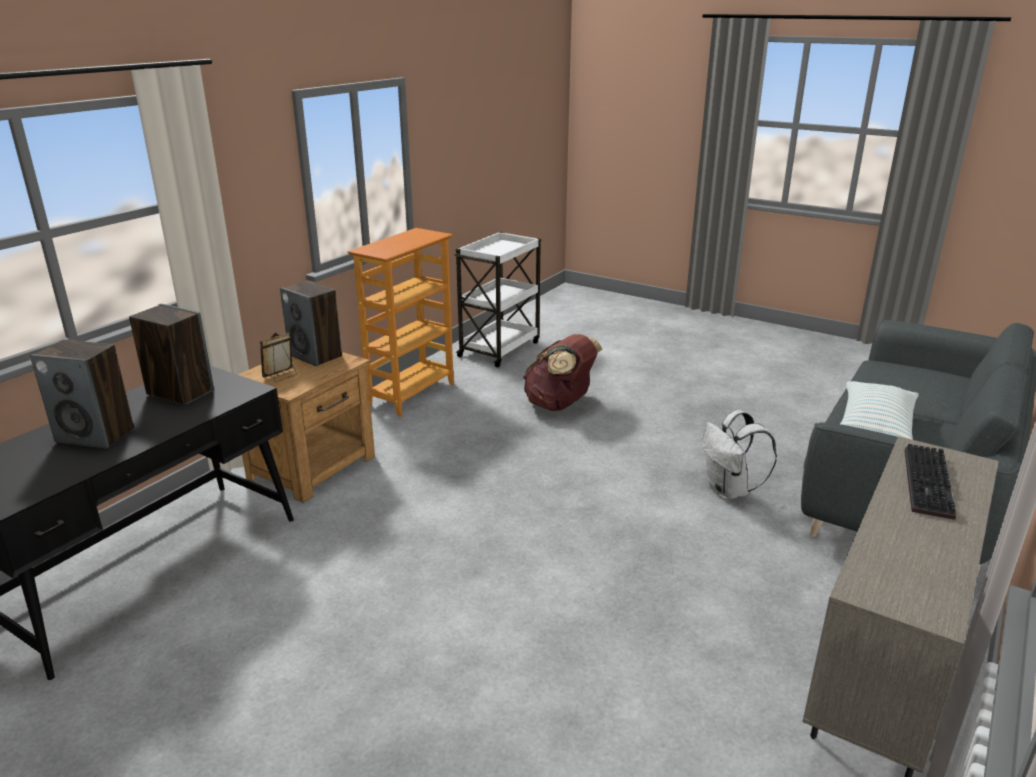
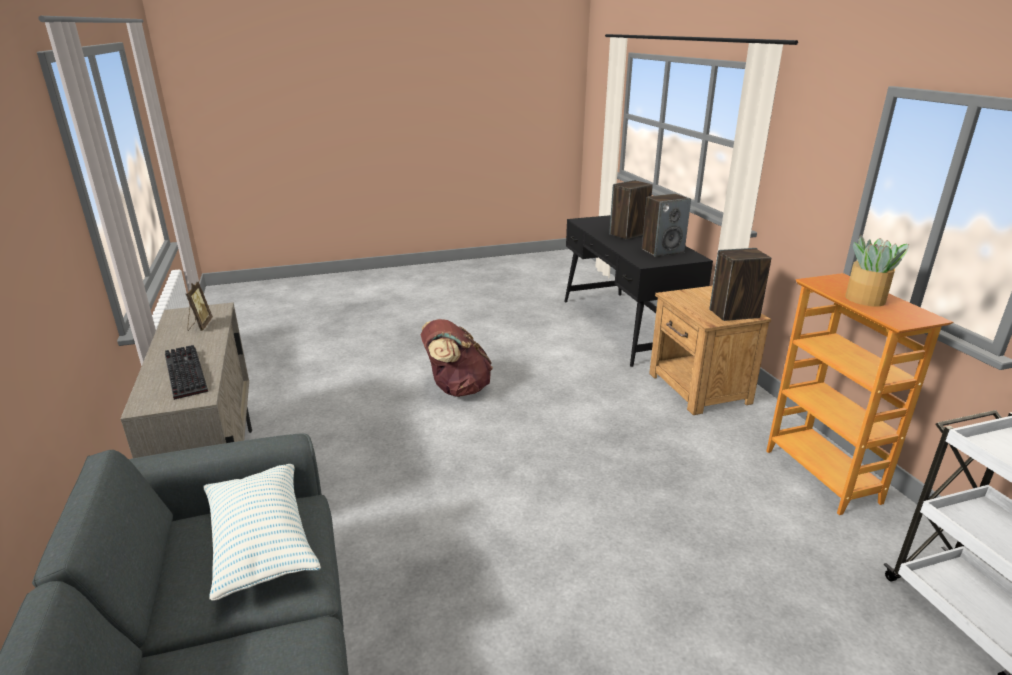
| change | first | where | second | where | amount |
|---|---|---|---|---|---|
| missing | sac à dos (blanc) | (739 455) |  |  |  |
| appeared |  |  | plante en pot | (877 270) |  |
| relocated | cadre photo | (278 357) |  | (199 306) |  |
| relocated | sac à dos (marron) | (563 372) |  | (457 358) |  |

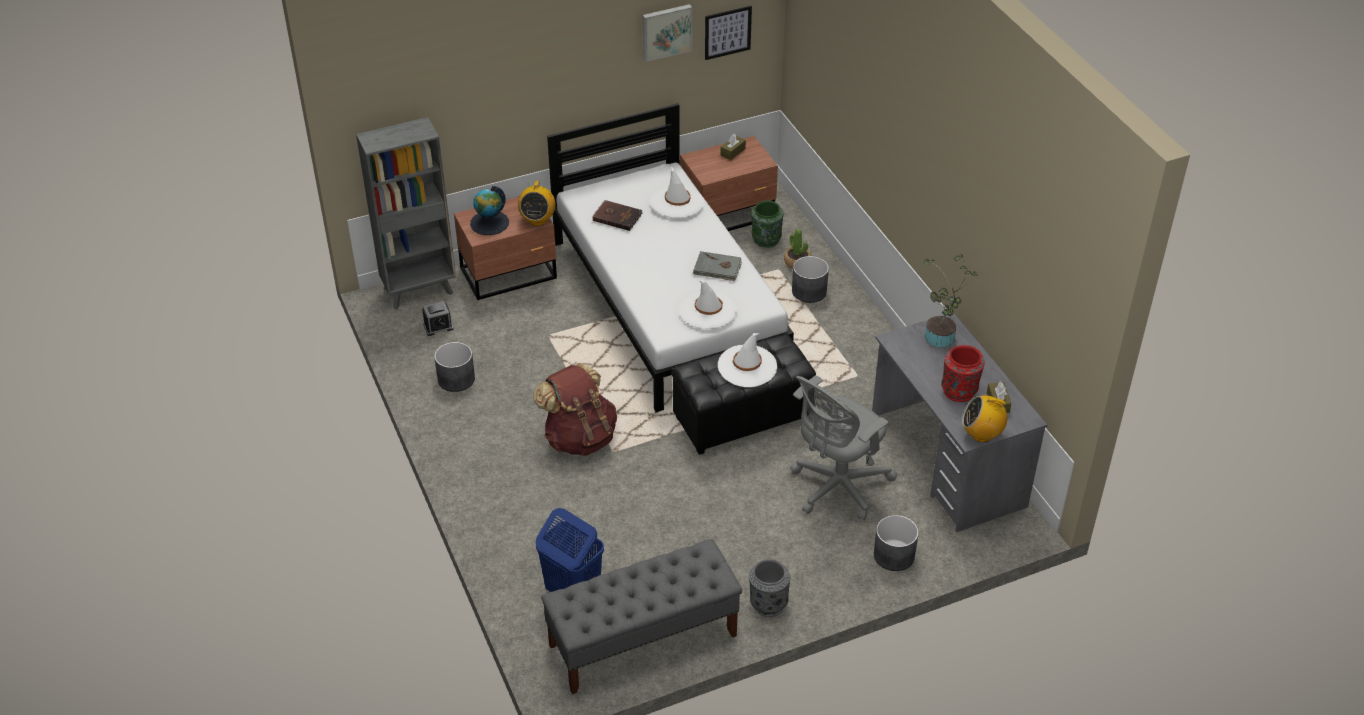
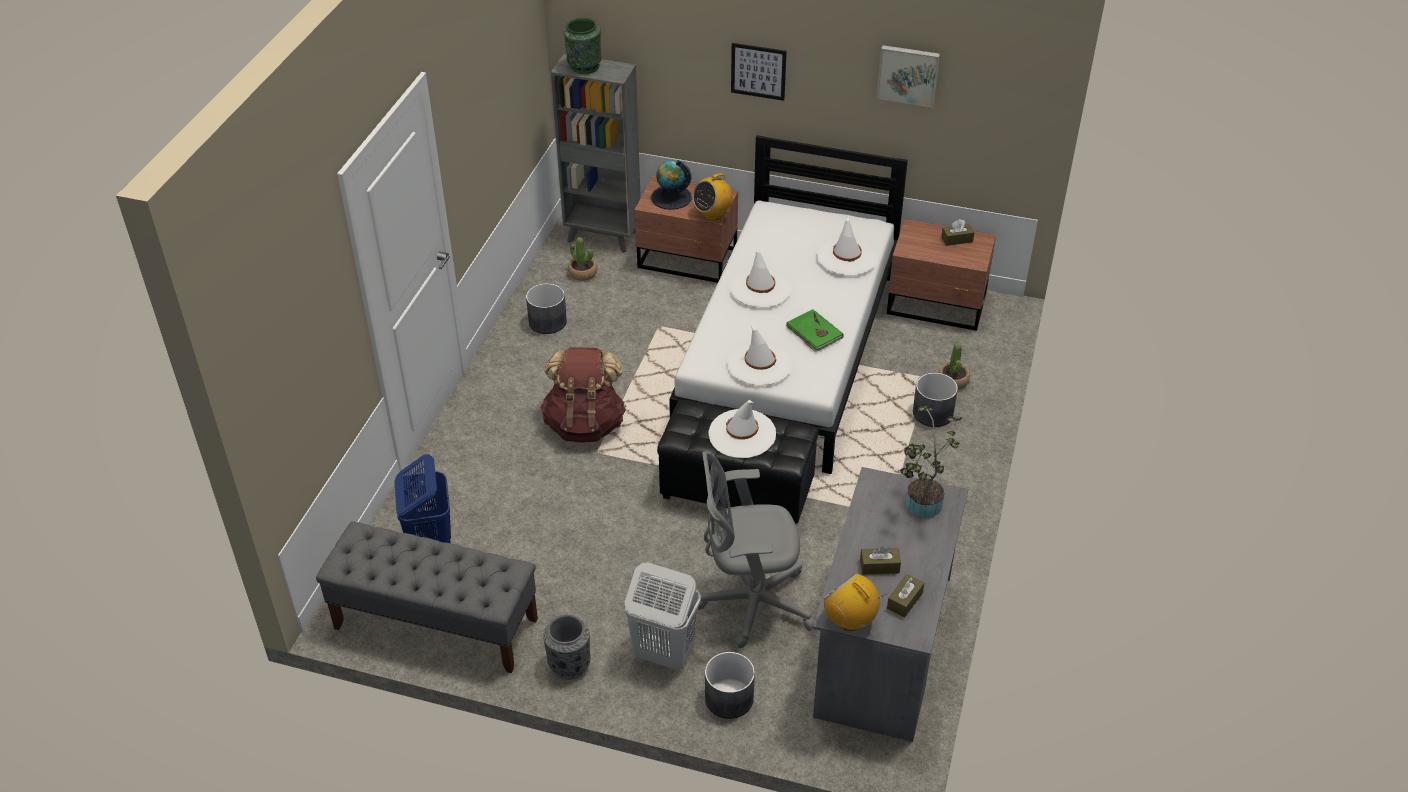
| change | first | where | second | where | amount |
|---|---|---|---|---|---|
| missing | livre (marron) | (617 215) |  |  |  |
| appeared |  |  | panier à linge (blanc) | (663 616) |  |
| appeared |  |  | chapeau (blanc) | (760 277) |  |
| relocated | tableau | (728 33) |  | (759 72) |  |
| relocated | vase (vert) | (767 224) |  | (582 46) |  |
| exchanged | réveil | (437 318) | plante en pot | (583 259) |  |
| exchanged | vase (rouge) | (963 373) | boîte à mouchoirs (marron) | (880 560) |  |
| colour | livre (gris) | (717 266) | livre (vert) | (815 330) |  |

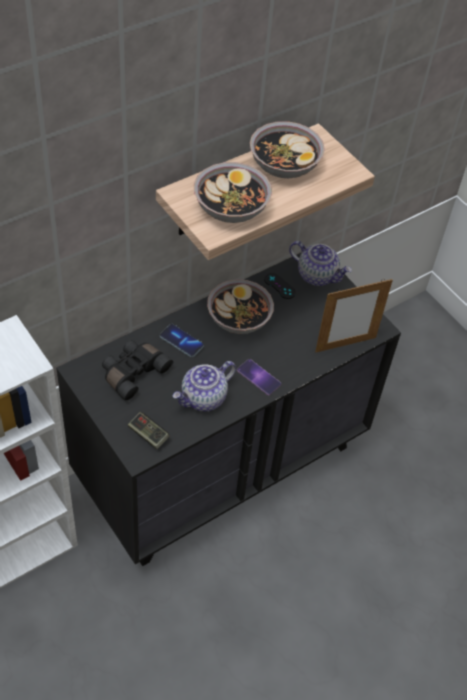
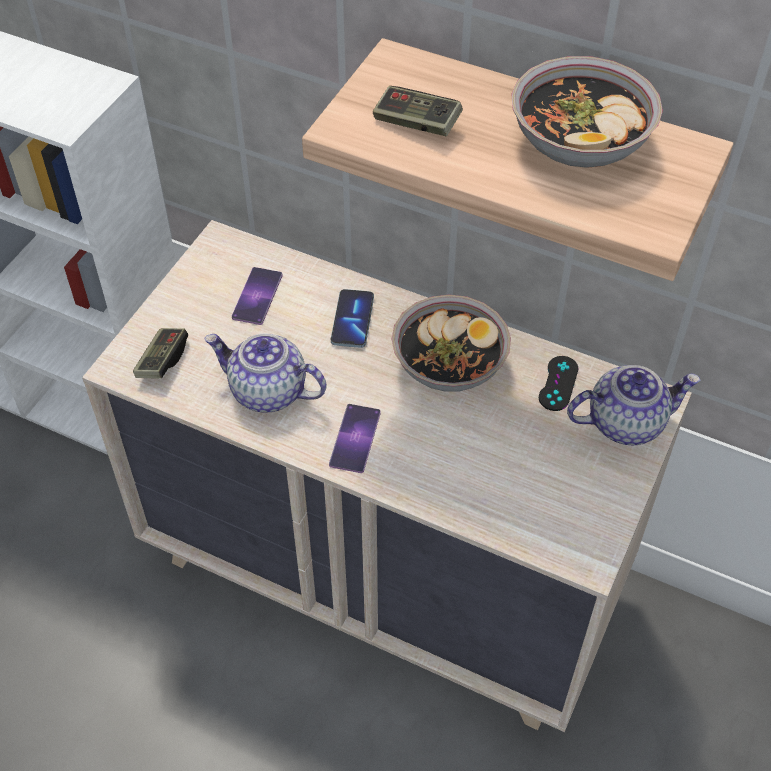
| change | first | where | second | where | amount |
|---|---|---|---|---|---|
| missing | cadre photo | (354 315) |  |  |  |
| exchanged | jumelles (noir) | (137 370) | téléphone | (257 296) |  |
| exchanged | bol | (233 192) | manette | (418 111) |  |
| colour | commode (noir) | (228 409) | commode (beige) | (387 476) |  |
| spun | théière | (320 263) |  | (634 405) | 105 degrees counterclockwise |

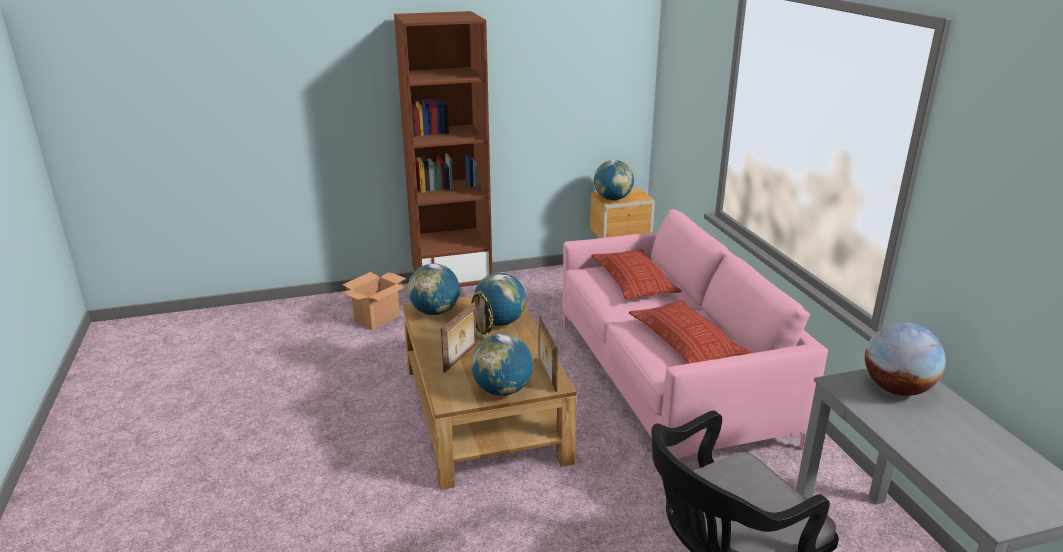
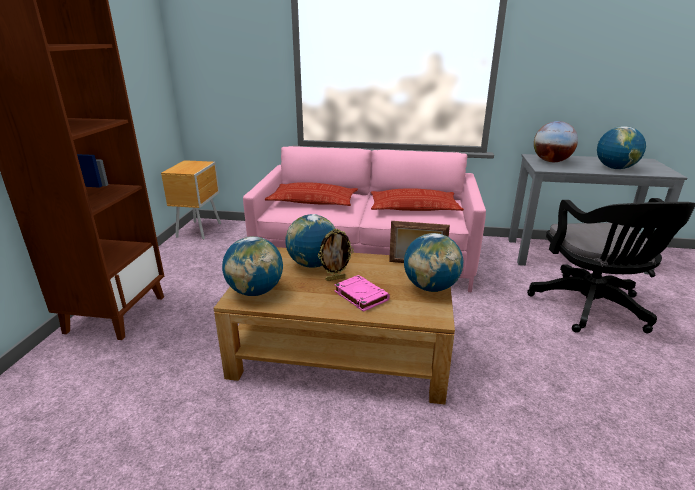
| change | first | where | second | where | amount |
|---|---|---|---|---|---|
| missing | carton | (373 301) |  |  |  |
| relocated | globe | (614 180) |  | (621 147) |  |
| exchanged | cadre photo | (458 337) | livre (rose) | (362 293) |  |

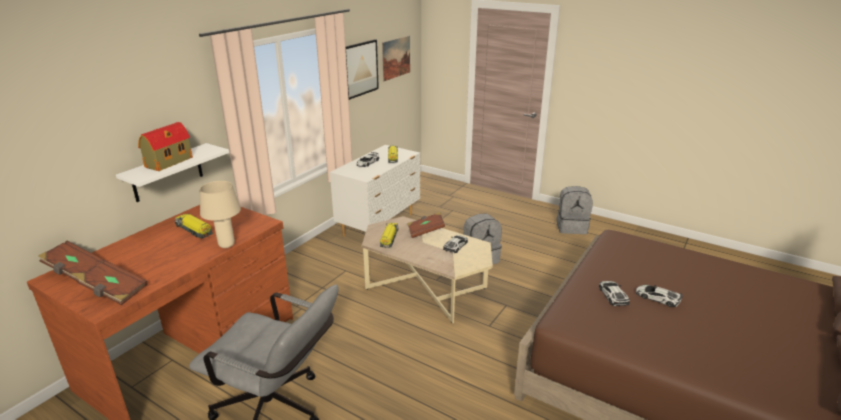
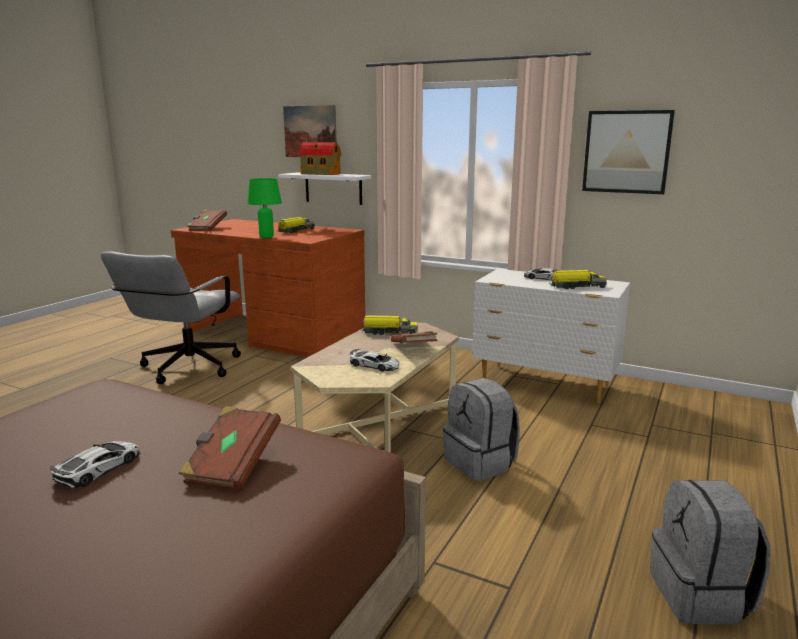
| change | first | where | second | where | amount |
|---|---|---|---|---|---|
| missing | petite voiture | (614 293) |  |  |  |
| relocated | livre (marron) | (70 261) |  | (230 448) |  |
| relocated | tableau | (396 58) |  | (309 131) |  |
| colour | lampe de table (beige) | (220 214) | lampe de table (vert) | (264 208) |  |

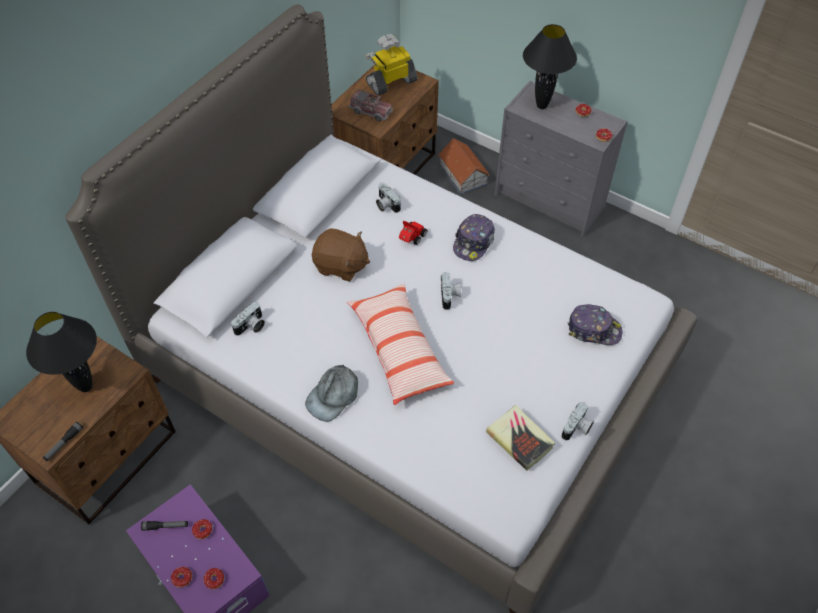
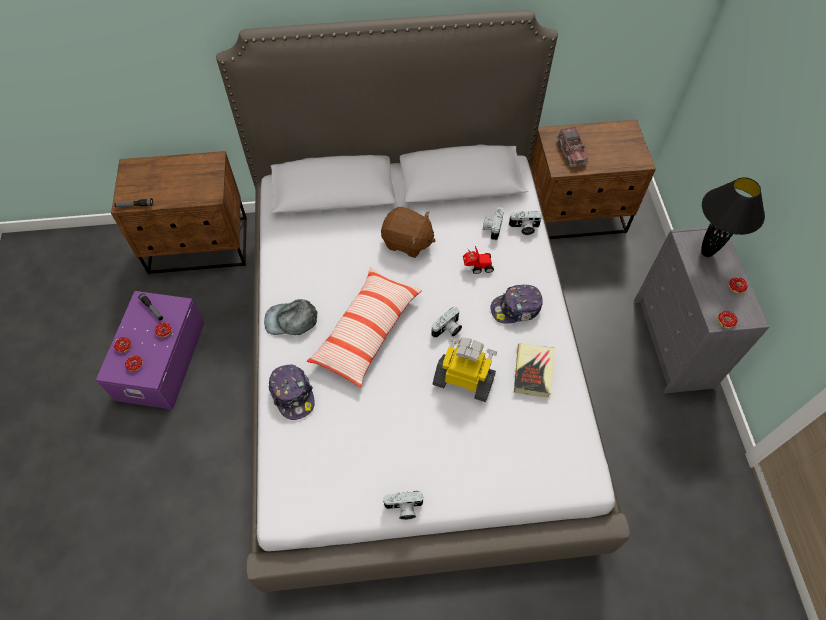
| change | first | where | second | where | amount |
|---|---|---|---|---|---|
| missing | lampe de table (noir) | (61 352) |  |  |  |
| missing | maison miniature | (464 166) |  |  |  |
| relocated | appareil photo | (248 319) |  | (525 223) |  |
| relocated | robot jouet | (391 64) |  | (465 369) |  |
| relocated | livre | (520 438) |  | (534 370) |  |
| relocated | casquette | (595 324) |  | (292 392) |  |
| spun | peluche (marron) | (341 255) |  | (408 232) | 45 degrees counterclockwise |

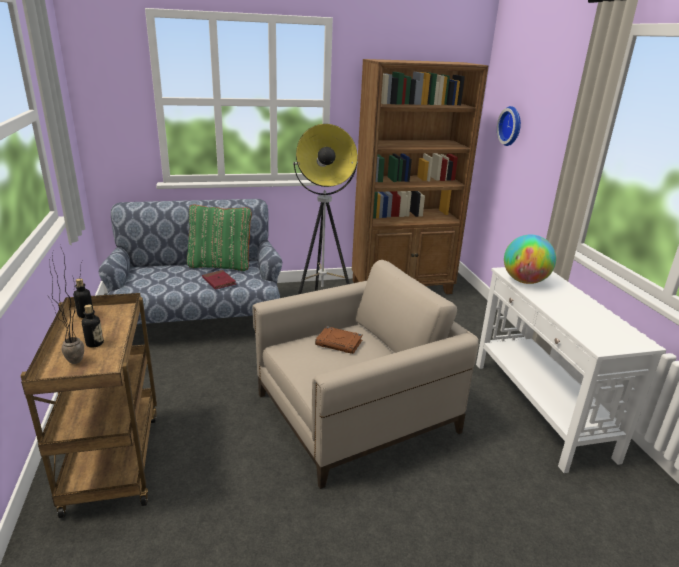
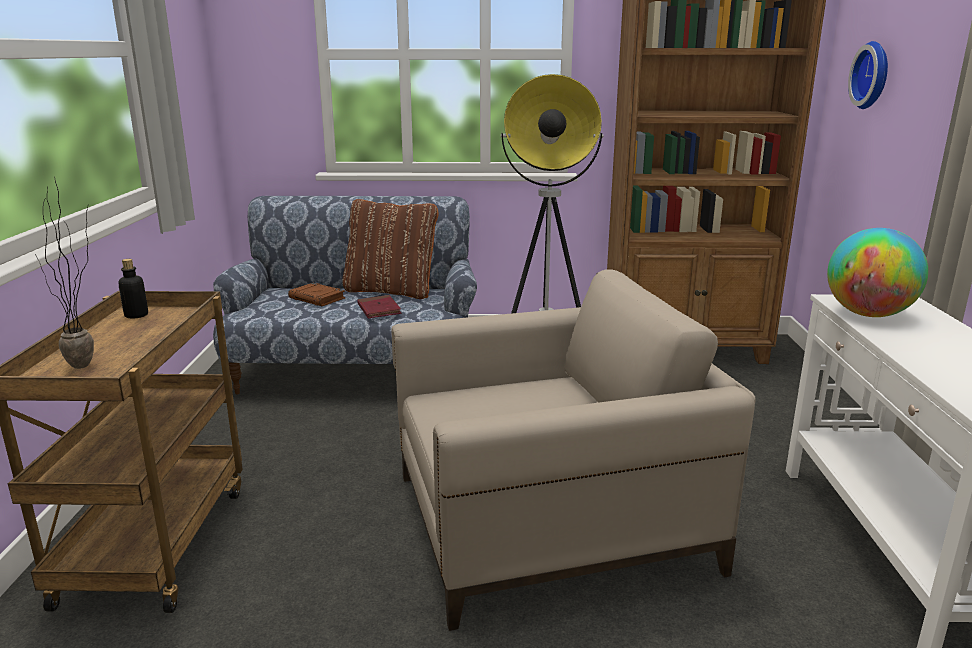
| change | first | where | second | where | amount |
|---|---|---|---|---|---|
| missing | bouteille | (93 326) |  |  |  |
| relocated | livre (marron) | (339 340) |  | (316 294) |  |
| colour | coussin (vert) | (219 237) | coussin (marron) | (391 249) |  |

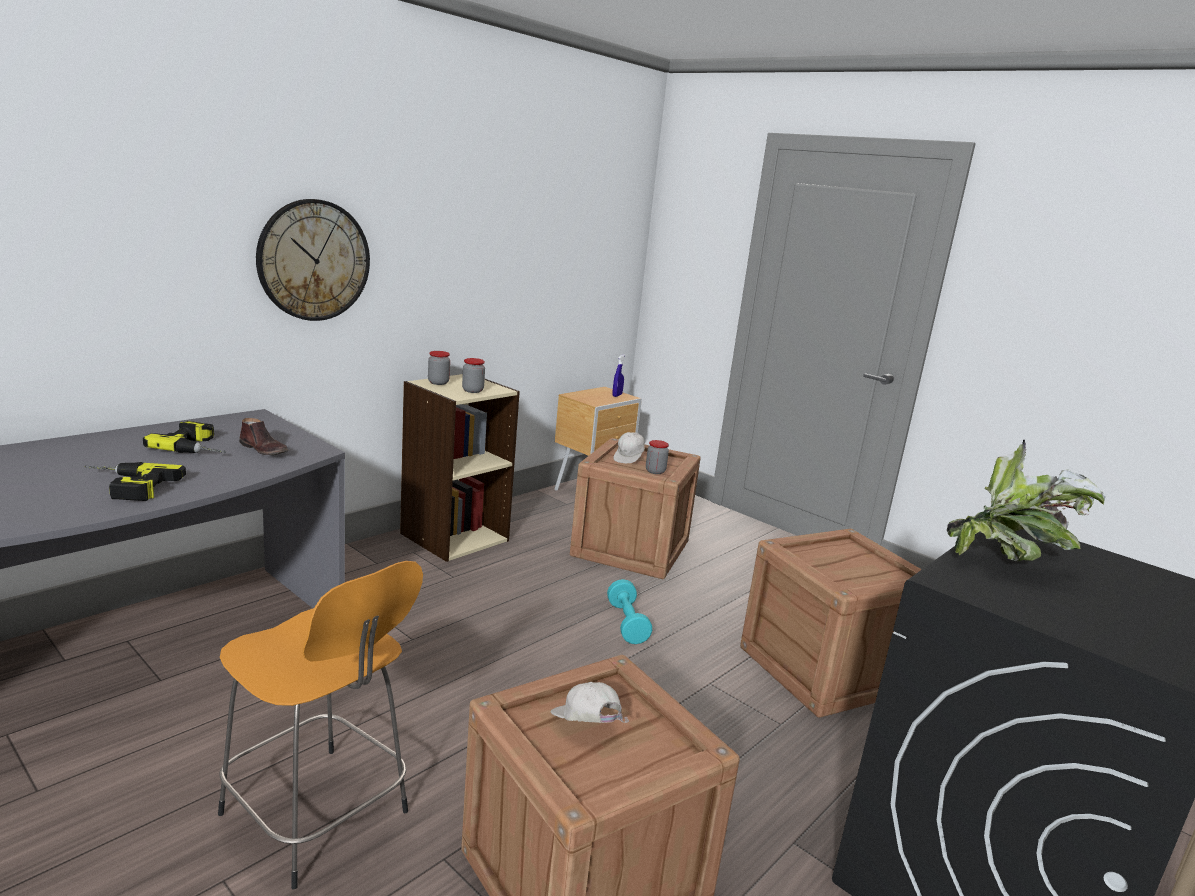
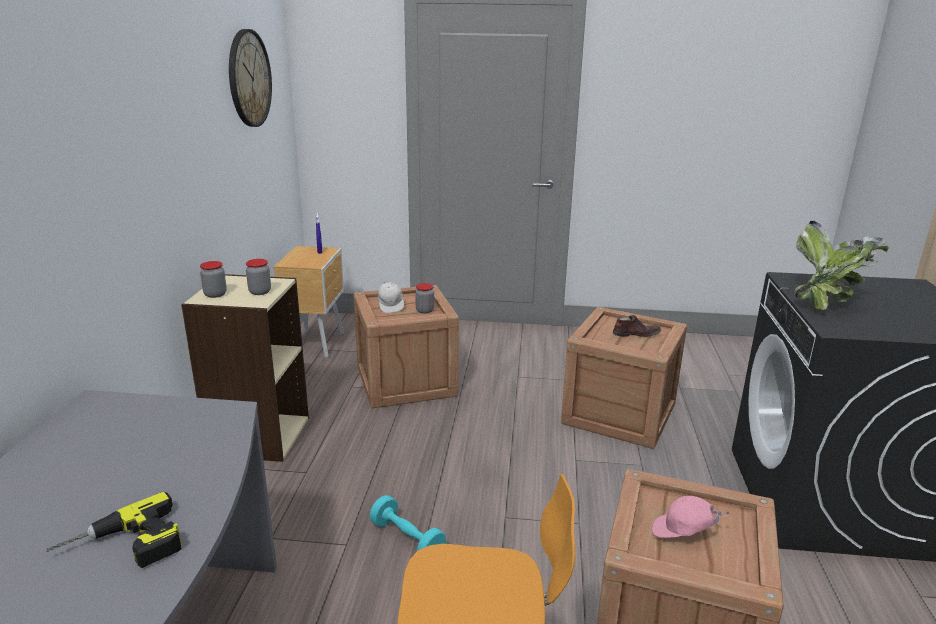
| change | first | where | second | where | amount |
|---|---|---|---|---|---|
| missing | perceuse | (184 437) |  |  |  |
| relocated | chaussure (marron) | (264 436) |  | (637 326) |  |
| relocated | horloge murale | (313 260) |  | (250 78) |  |
| relocated | haltère (turquoise) | (629 611) |  | (408 523) |  |
| colour | casquette (blanc) | (589 702) | casquette (rose) | (691 517) |  |

